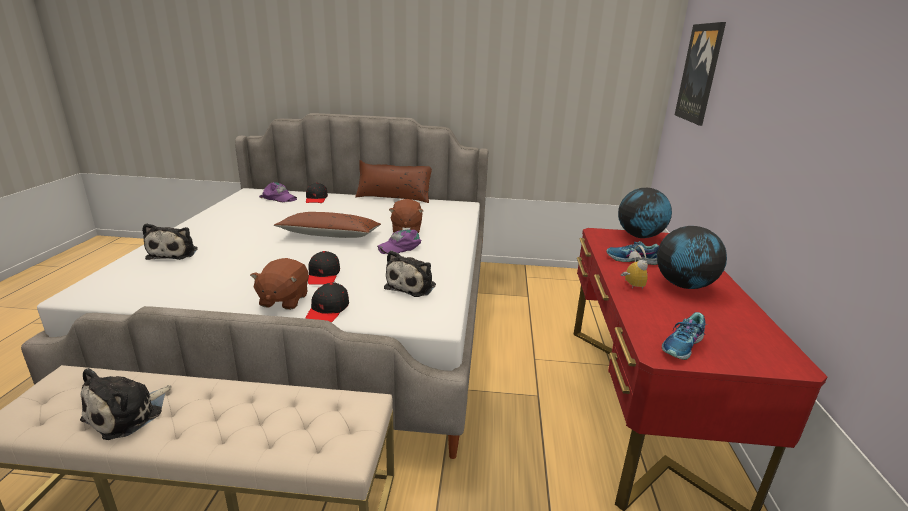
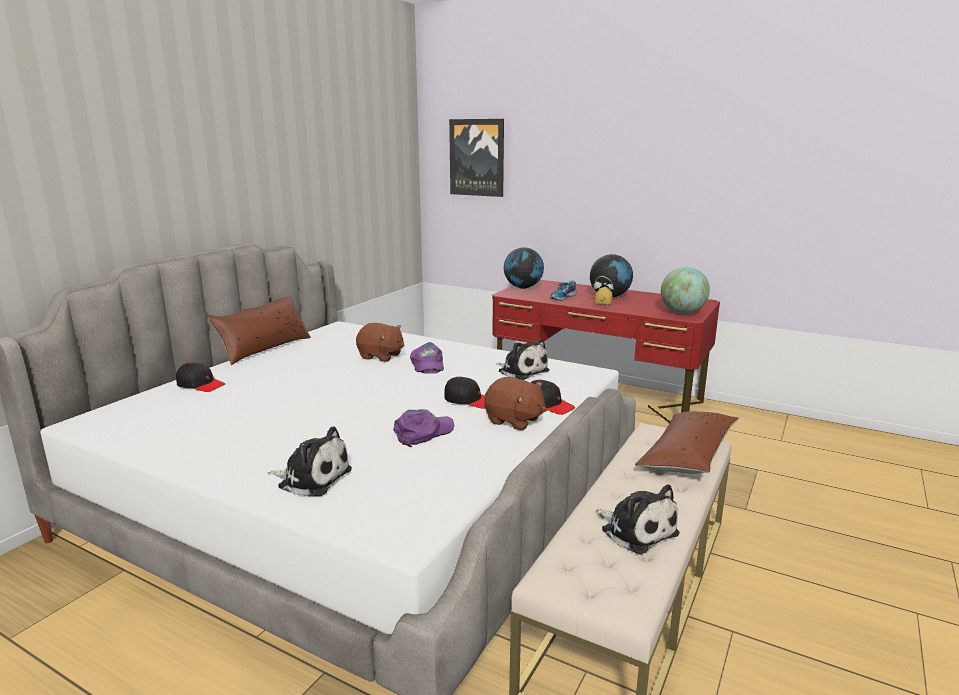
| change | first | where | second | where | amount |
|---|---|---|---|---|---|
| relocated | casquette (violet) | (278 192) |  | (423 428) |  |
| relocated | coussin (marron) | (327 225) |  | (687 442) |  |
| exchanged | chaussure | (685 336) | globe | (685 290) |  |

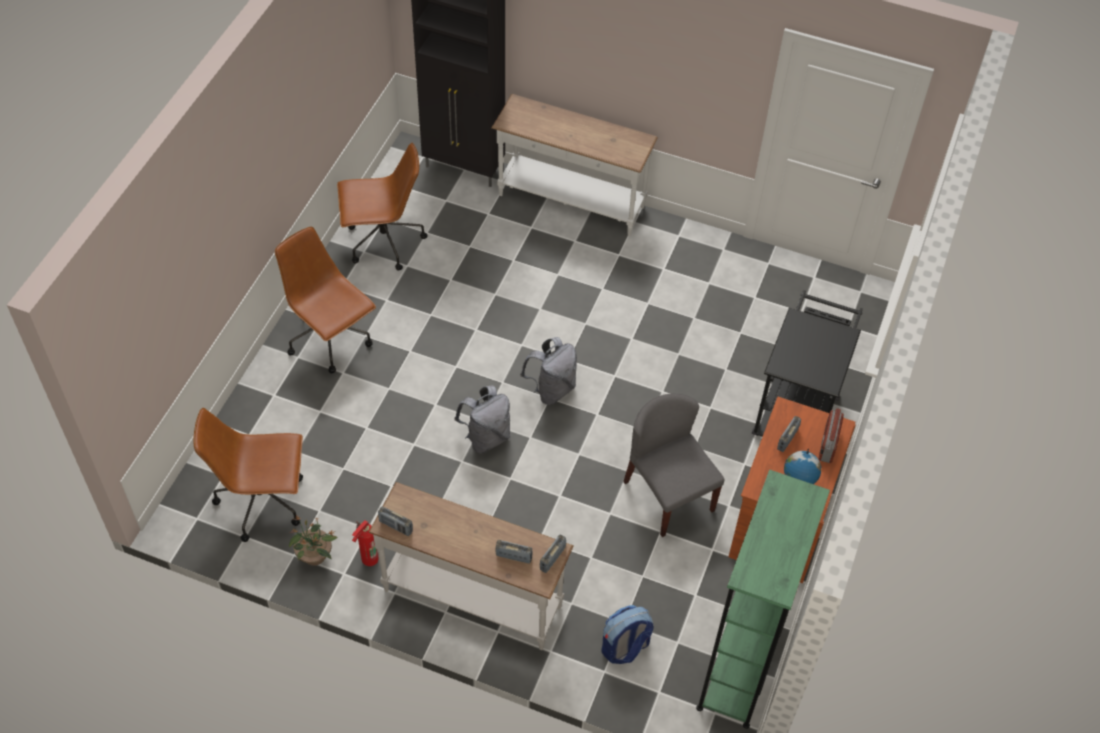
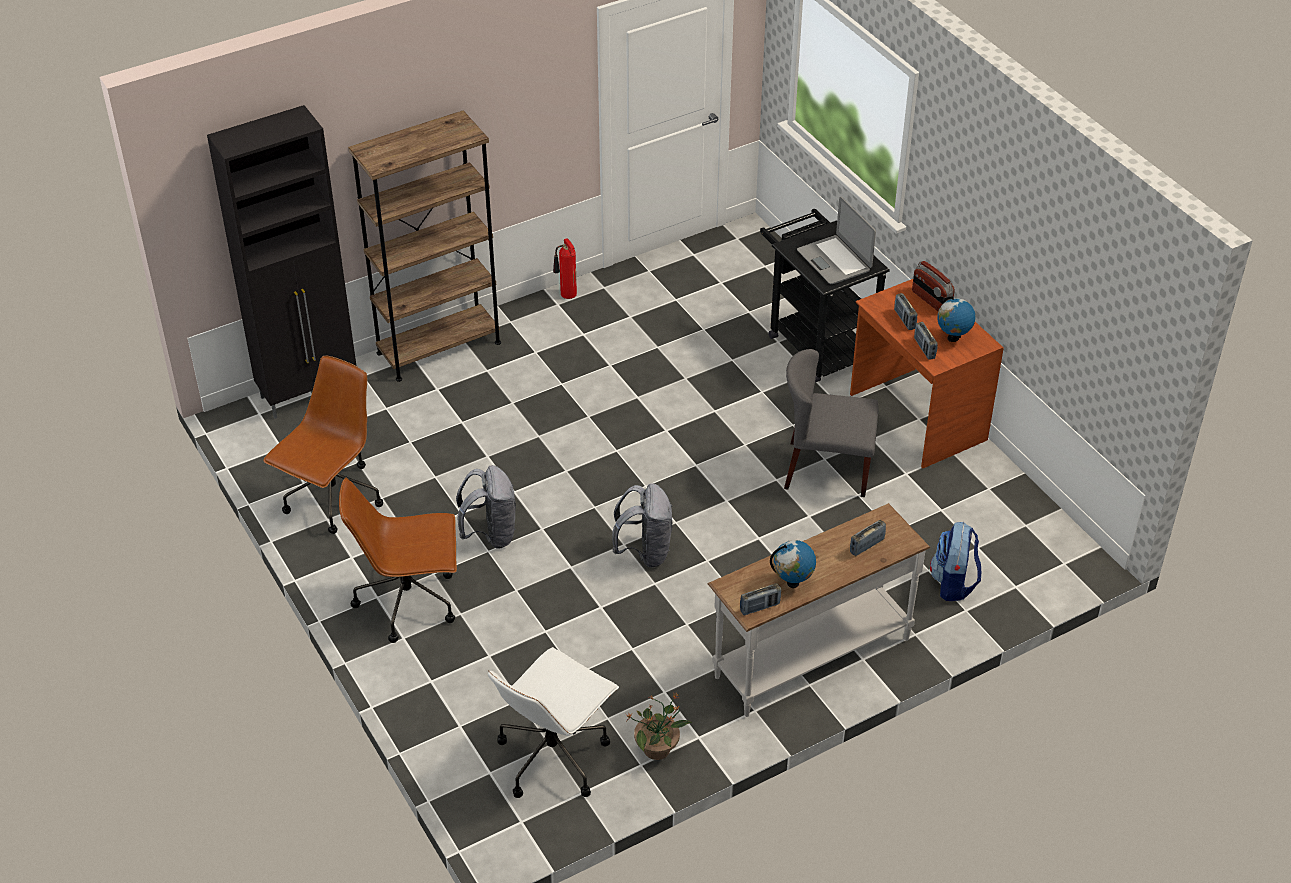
| change | first | where | second | where | amount |
|---|---|---|---|---|---|
| missing | bibliothèque (vert) | (763 599) |  |  |  |
| appeared |  |  | globe | (793 564) |  |
| appeared |  |  | ordinateur portable | (836 240) |  |
| relocated | extincteur | (365 543) |  | (565 268) |  |
| relocated | sac à dos (gris) | (548 371) |  | (486 506) |  |
| relocated | radio | (553 554) |  | (926 341) |  |
| exchanged | table console (blanc) | (575 165) | bibliothèque (marron) | (424 246) |  |
| colour | chaise de bureau (marron) | (248 475) | chaise de bureau (blanc) | (553 722) |  |

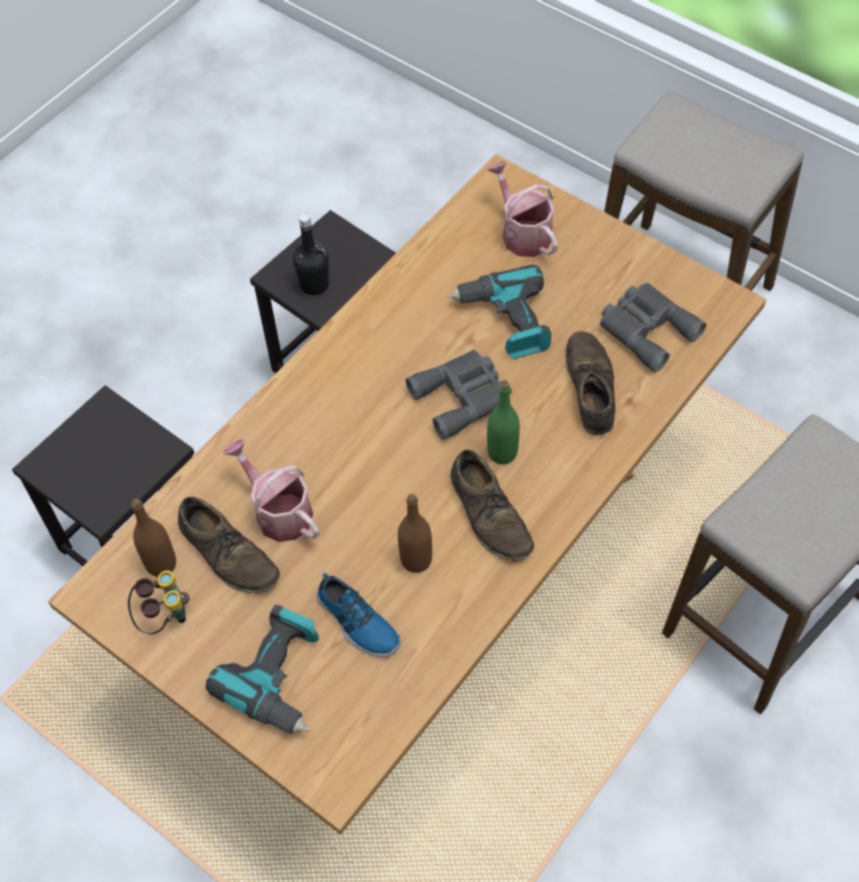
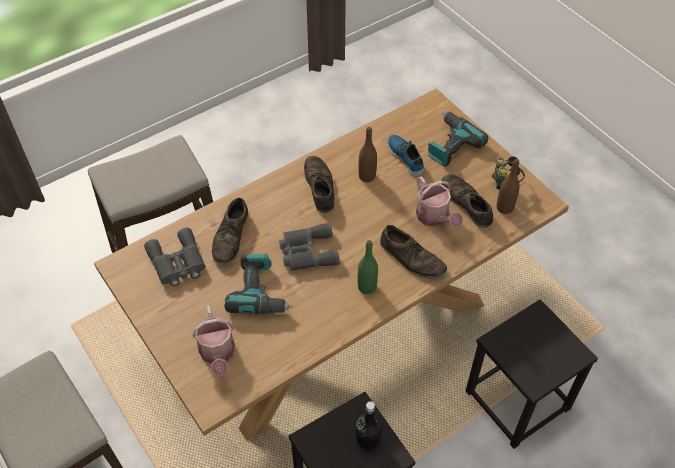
| change | first | where | second | where | amount |
|---|---|---|---|---|---|
| appeared |  |  | chaussure (marron) | (413 252) |  |
| relocated | bouteille (vert) | (503 422) |  | (368 267) |  |

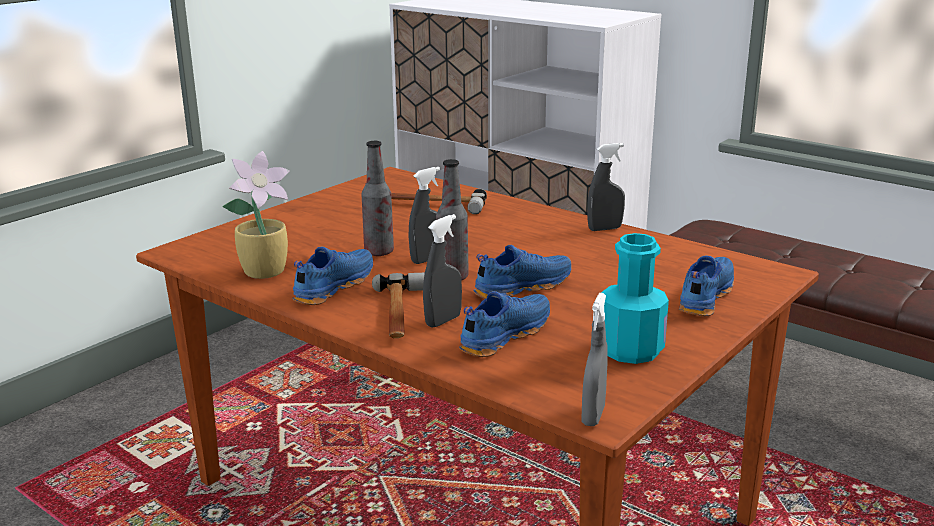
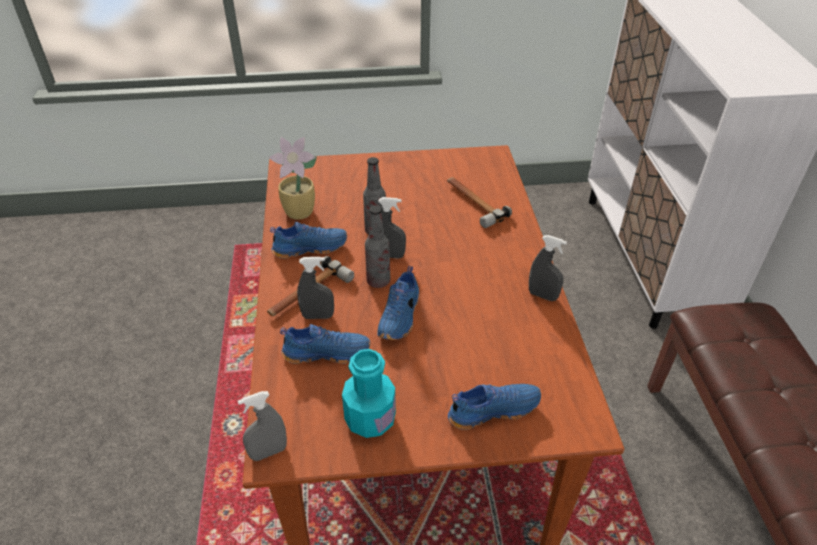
| change | first | where | second | where | amount |
|---|---|---|---|---|---|
| spun | chaussure (bleu) | (523 272) |  | (398 303) | 90 degrees clockwise |

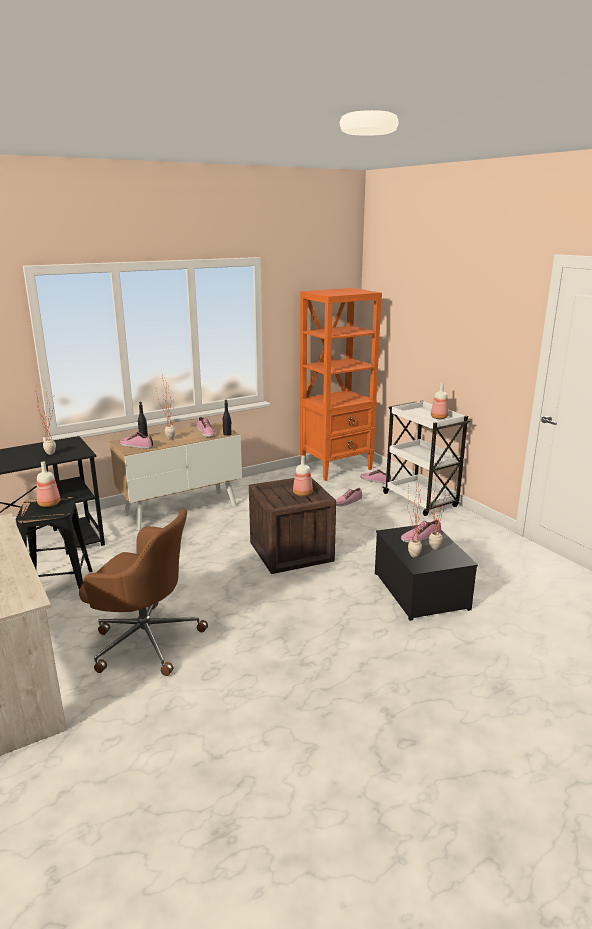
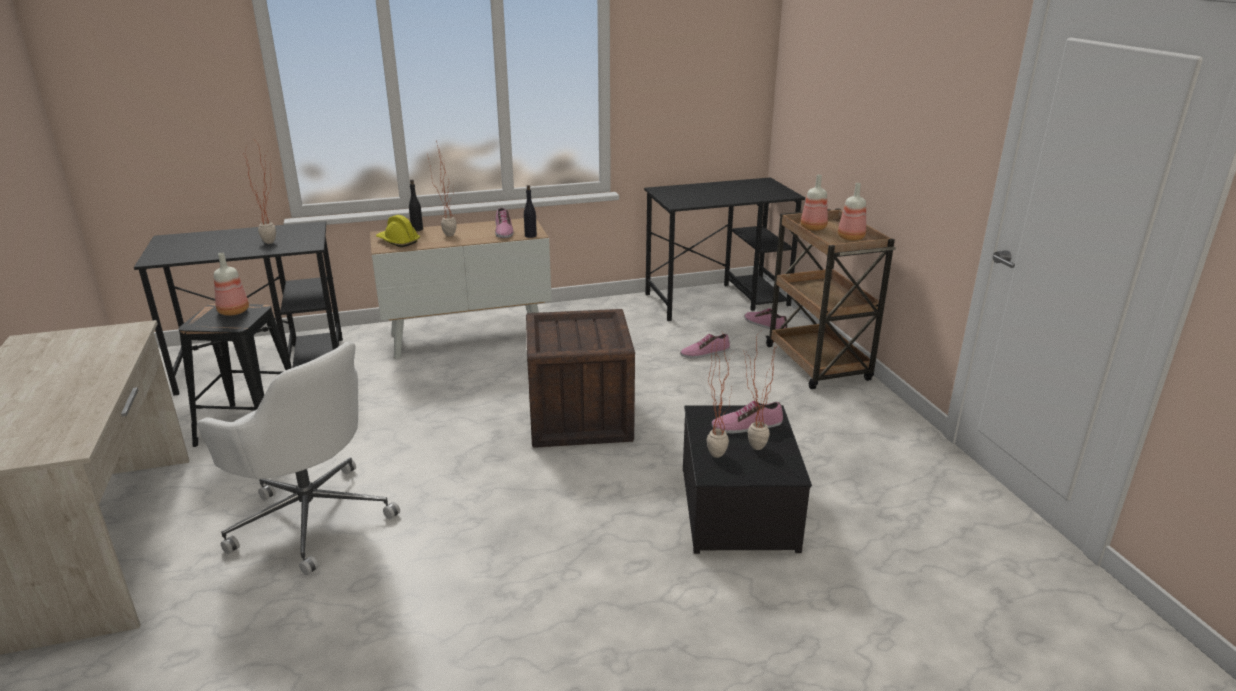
| change | first | where | second | where | amount |
|---|---|---|---|---|---|
| relocated | bouteille | (303 476) |  | (814 203) |  |
| exchanged | chaussure | (136 440) | casque de chantier (jaune) | (398 231) |  |
| exchanged | bibliothèque (orange) | (341 384) | bureau (noir) | (724 249) |  |
| colour | chaise de bureau (marron) | (143 592) | chaise de bureau (blanc) | (298 458) |  |
| colour | chariot (blanc) | (427 458) | chariot (marron) | (831 298) |  |

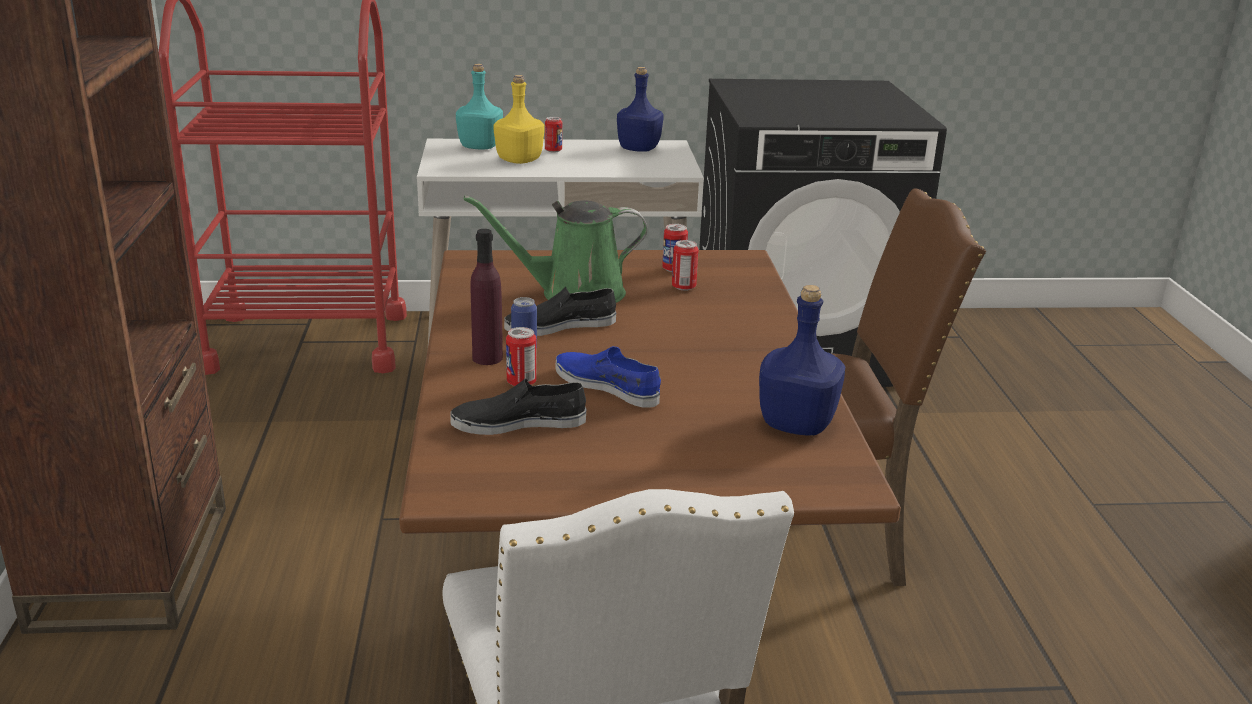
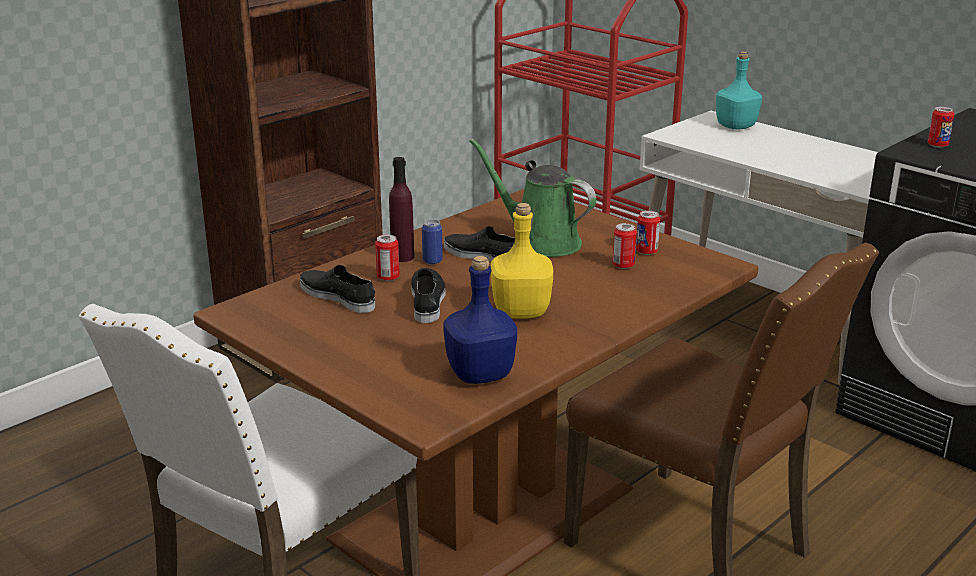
| change | first | where | second | where | amount |
|---|---|---|---|---|---|
| missing | bouteille (bleu) | (640 109) |  |  |  |
| relocated | bouteille (jaune) | (519 119) |  | (522 261) |  |
| relocated | boîte métallique | (553 135) |  | (941 127) |  |
| colour | chaussure (bleu) | (608 376) | chaussure (noir) | (428 295) |  |

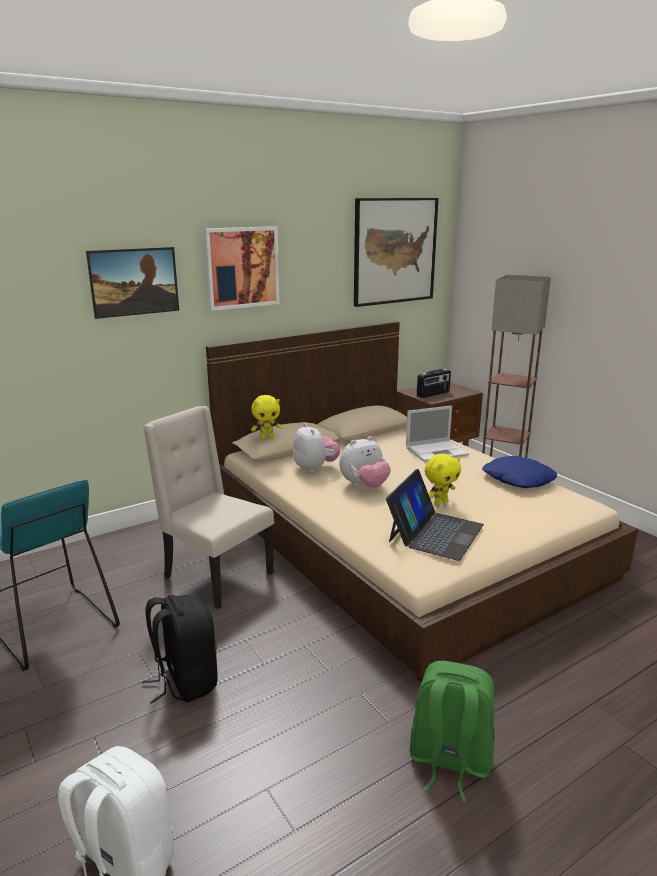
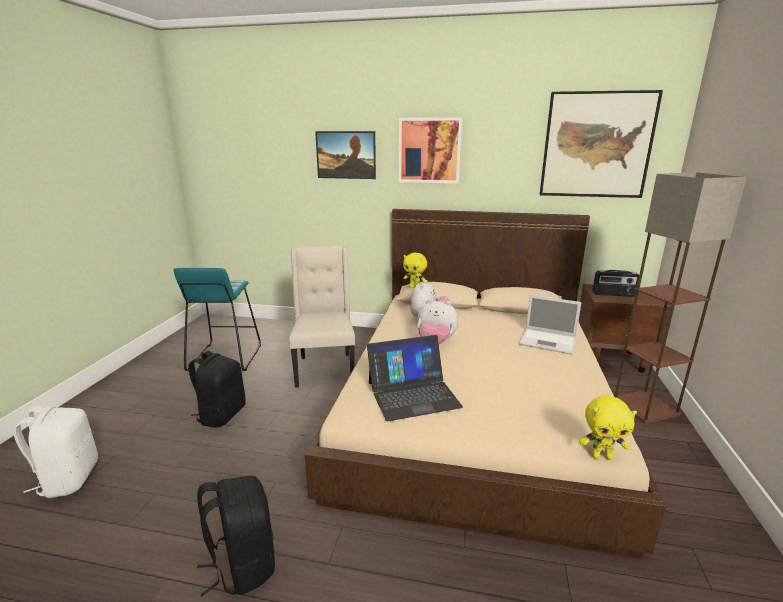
| change | first | where | second | where | amount |
|---|---|---|---|---|---|
| missing | coussin (bleu) | (519 472) |  |  |  |
| relocated | peluche (jaune) | (443 480) |  | (608 427) |  |
| colour | sac à dos (vert) | (452 731) | sac à dos (noir) | (236 536) |  |

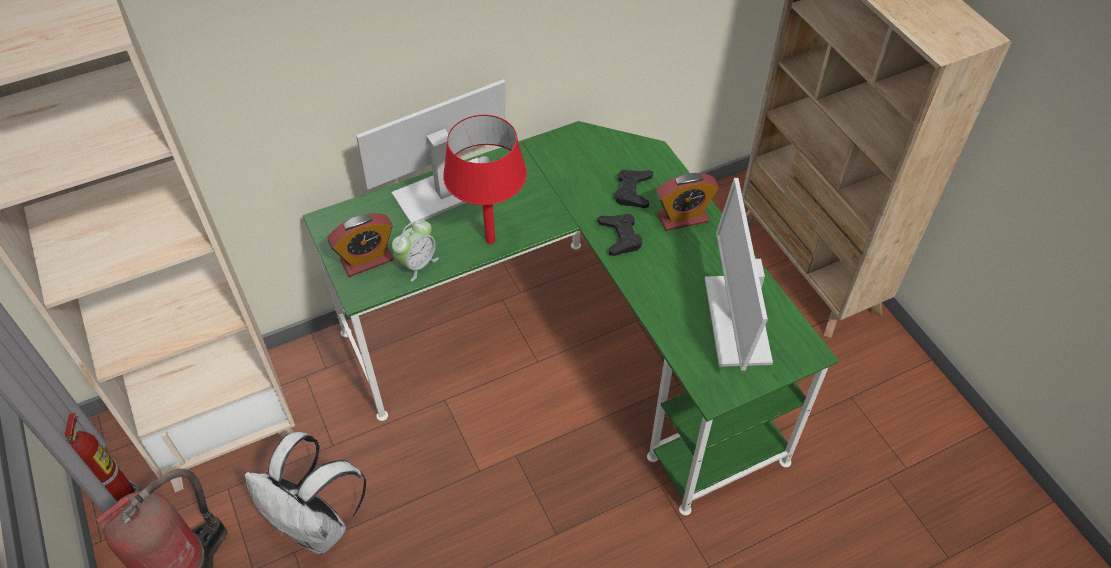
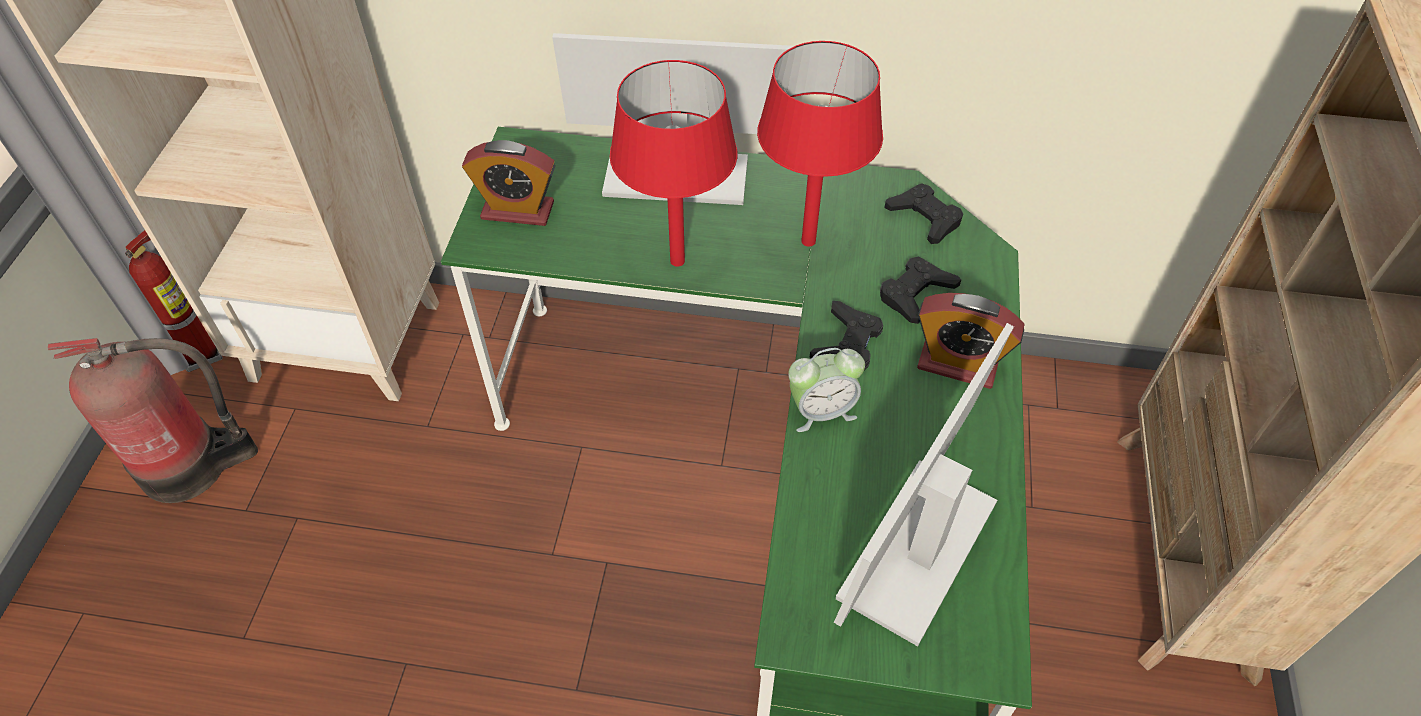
| change | first | where | second | where | amount |
|---|---|---|---|---|---|
| missing | sac à dos (blanc) | (305 493) |  |  |  |
| appeared |  |  | lampe de table (rouge) | (820 144) |  |
| appeared |  |  | manette (noir) | (923 213) |  |
| relocated | réveil | (415 250) |  | (826 390) |  |

